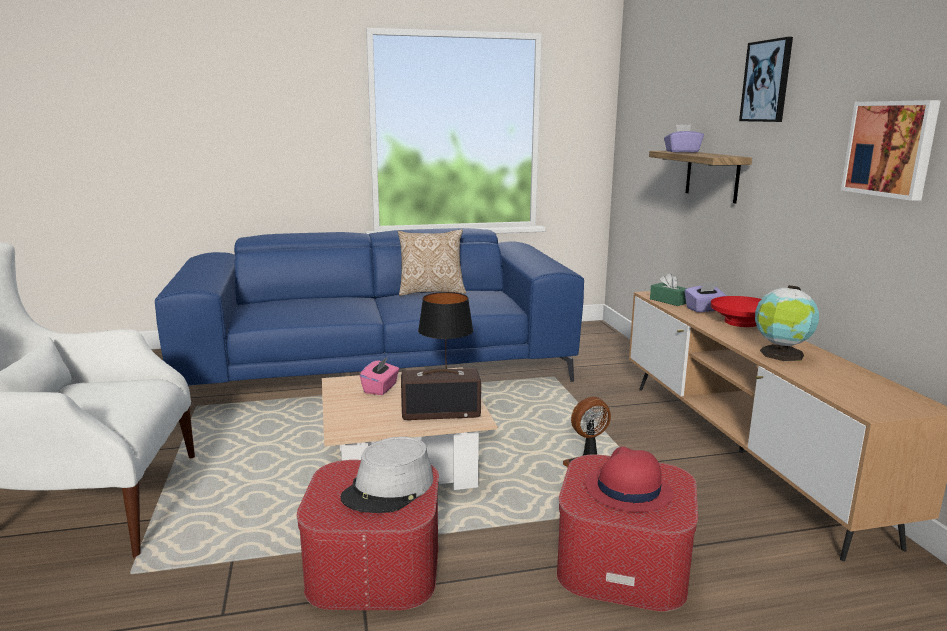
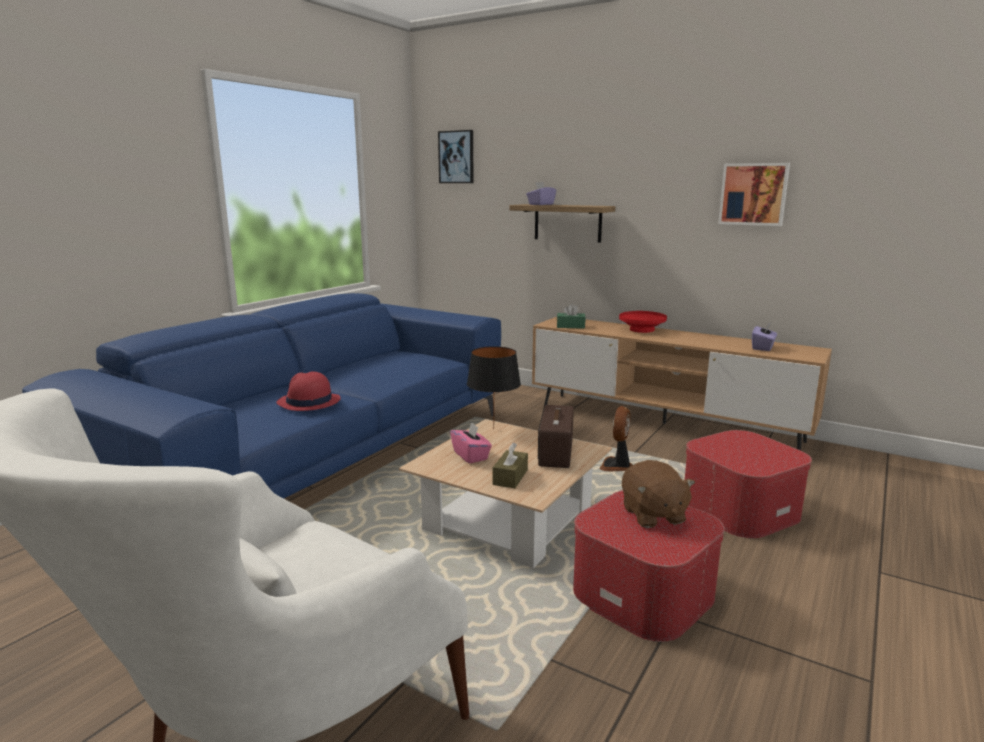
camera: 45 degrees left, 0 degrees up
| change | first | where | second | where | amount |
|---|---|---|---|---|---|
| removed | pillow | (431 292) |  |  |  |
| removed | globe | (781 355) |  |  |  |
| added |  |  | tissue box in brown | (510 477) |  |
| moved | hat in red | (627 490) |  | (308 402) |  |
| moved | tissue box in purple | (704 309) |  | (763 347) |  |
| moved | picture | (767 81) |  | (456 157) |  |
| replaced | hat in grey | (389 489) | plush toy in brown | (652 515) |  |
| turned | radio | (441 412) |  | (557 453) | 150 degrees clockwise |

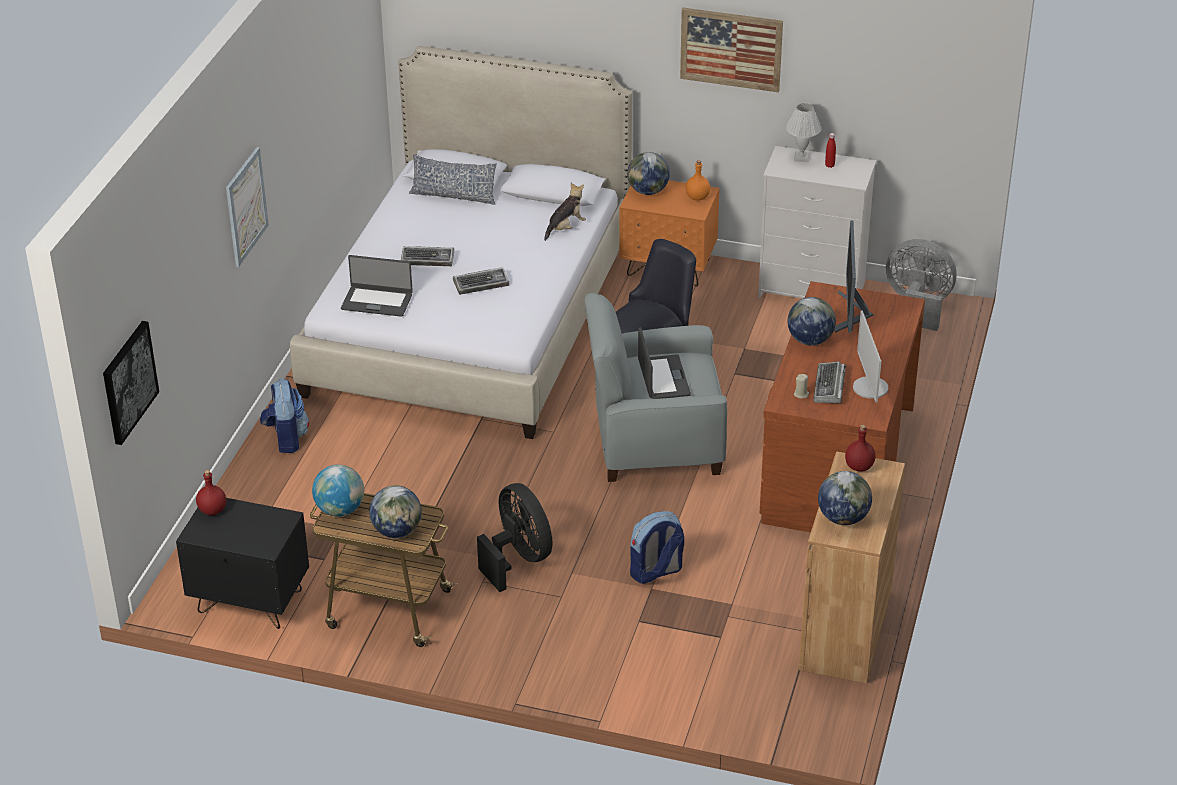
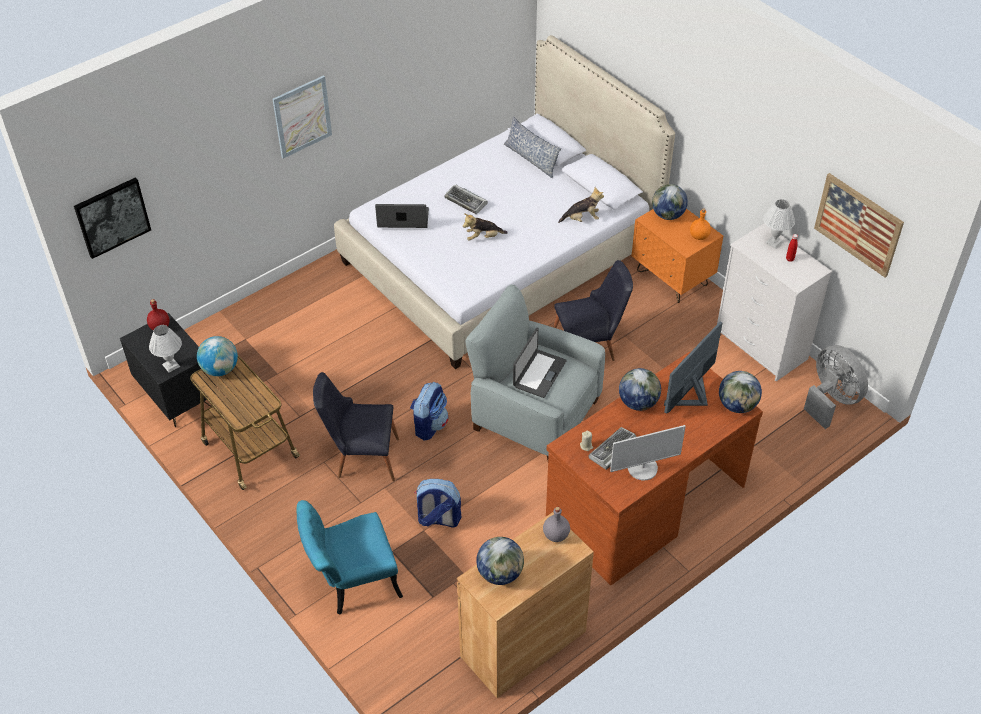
camera: 35 degrees right, 10 degrees up
| change | first | where | second | where | amount |
|---|---|---|---|---|---|
| added |  |  | table lamp in white | (171 365) |  |
| added |  |  | chair in turquoise | (351 582) |  |
| moved | backpack | (286 438) |  | (429 425) |  |
| moved | globe | (397 531) |  | (737 405) |  |
| moved | picture | (731 49) |  | (858 224) |  |
| replaced | keyboard | (481 284) | plush toy | (483 237) |  |
| replaced | fan in black | (518 559) | chair in black | (361 457) |  |
| recoloured | bottle in red | (859 467) | bottle in grey | (555 535) |  |
| turned | laptop | (377 301) |  | (403 219) | 135 degrees clockwise |
| turned | monitor | (870 388) |  | (642 468) | 135 degrees counterclockwise |

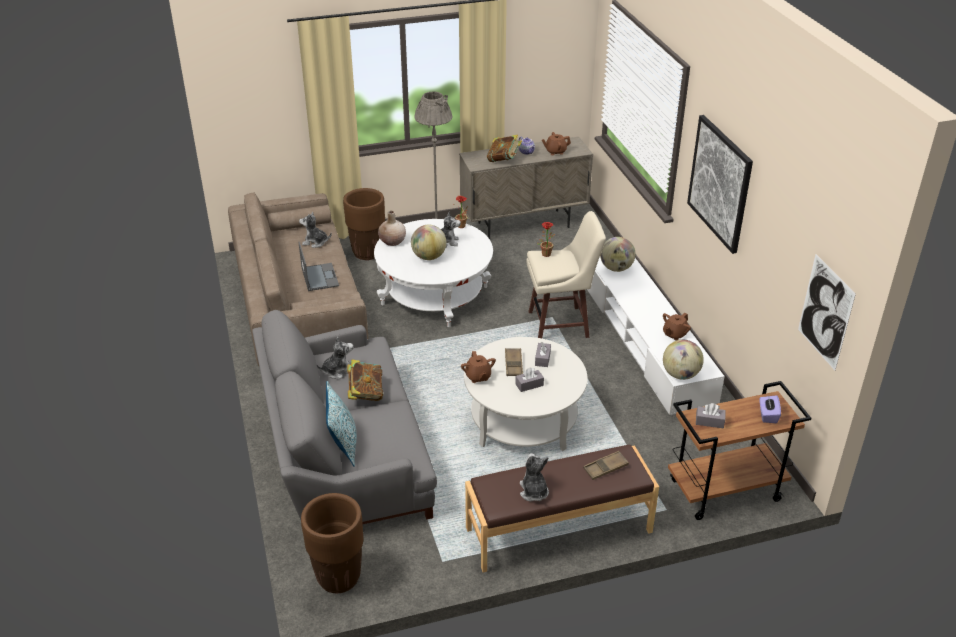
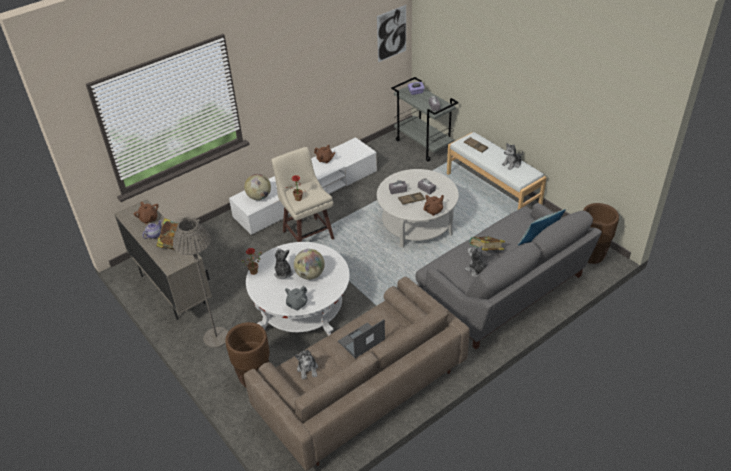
camera: 110 degrees left, 5 degrees up
| change | first | where | second | where | amount |
|---|---|---|---|---|---|
| removed | globe | (680 374) |  |  |  |
| removed | picture | (720 183) |  |  |  |
| replaced | vase in beige | (392 241) | teapot in grey | (297 304) |  |
| recoloured | bench in brown | (559 531) | bench in white | (493 189) |  |
| recoloured | cart in brown | (724 491) | cart in grey | (424 145) |  |

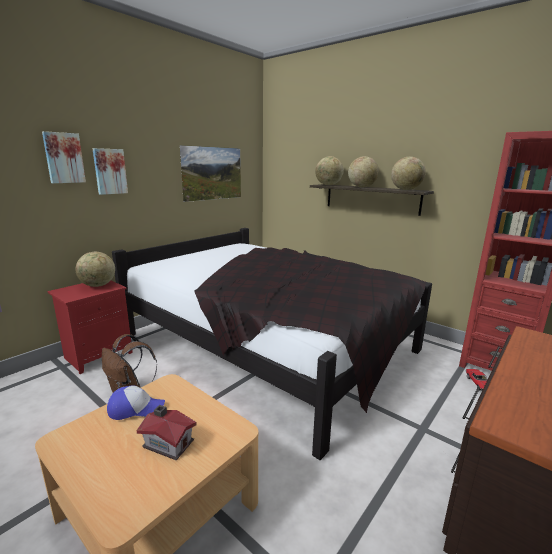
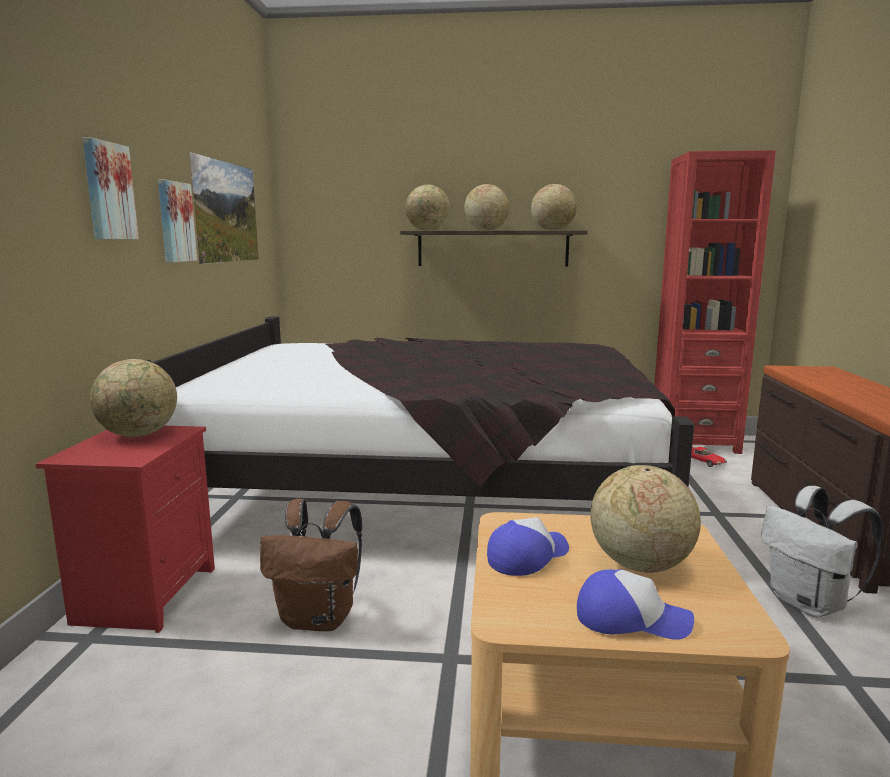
camera: 35 degrees left, 5 degrees down
| change | first | where | second | where | amount |
|---|---|---|---|---|---|
| added |  |  | cap | (631 619) |  |
| added |  |  | backpack in white | (810 604) |  |
| moved | picture | (64 158) |  | (174 222) |  |
| replaced | toy house | (168 442) | globe | (639 565) |  |

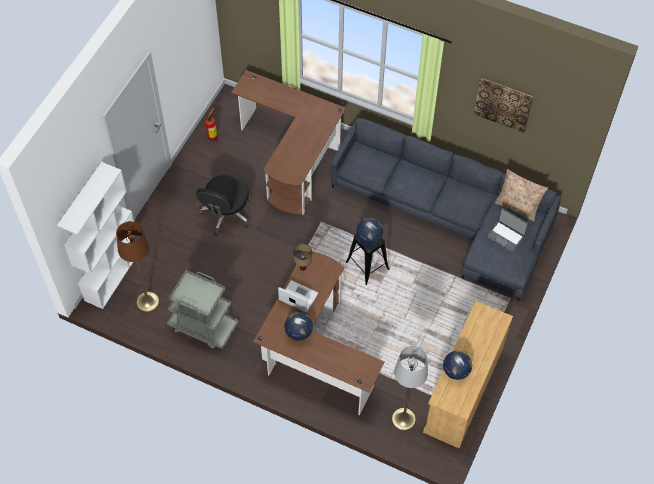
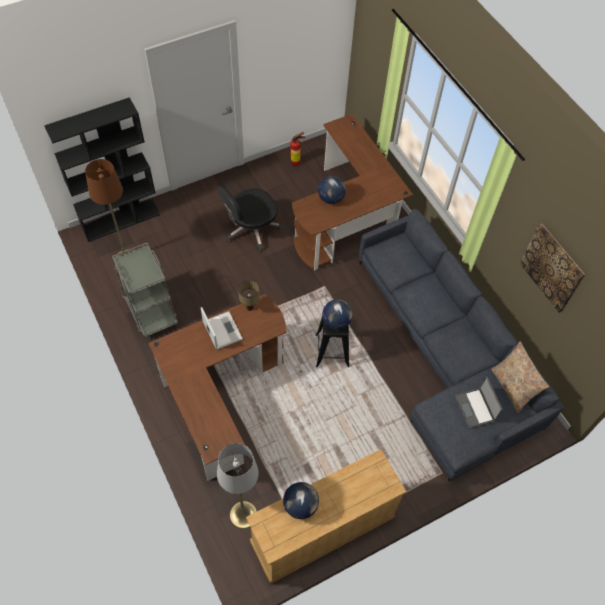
camera: 35 degrees right, 0 degrees up
| change | first | where | second | where | amount |
|---|---|---|---|---|---|
| moved | globe | (298 332) |  | (331 198) |  |
| recoloured | bookcase in white | (113 274) | bookcase in black | (121 220) |  |

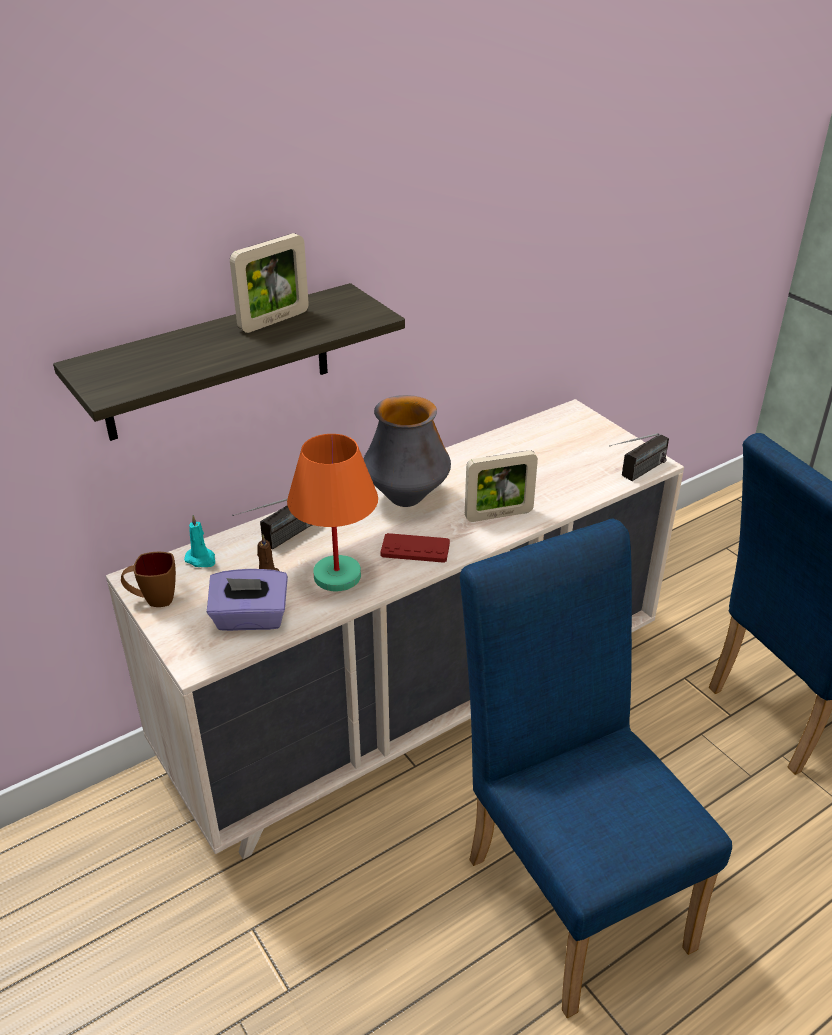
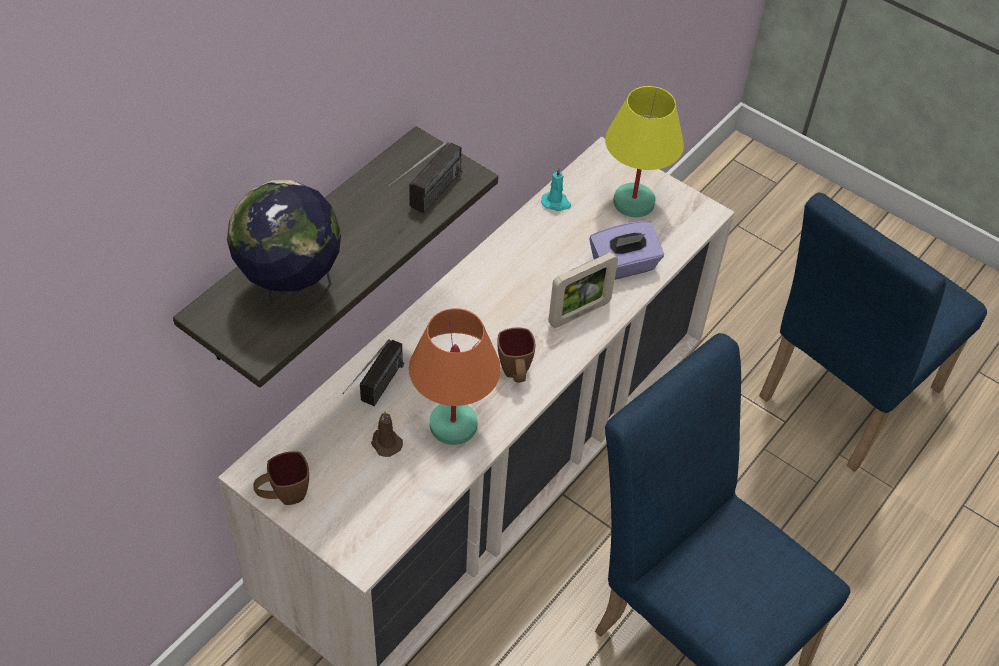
camera: 20 degrees left, 15 degrees up
| change | first | where | second | where | amount |
|---|---|---|---|---|---|
| removed | picture frame | (274 321) |  |  |  |
| removed | vase | (406 498) |  |  |  |
| added |  |  | globe | (291 292) |  |
| added |  |  | table lamp in yellow | (634 202) |  |
| moved | candle in turquoise | (201 559) |  | (556 203) |  |
| moved | tissue box in purple | (250 619) |  | (623 265) |  |
| moved | radio | (635 474) |  | (427 201) |  |
| replaced | game controller in red | (415 549) | mug in brown | (515 374) |  |

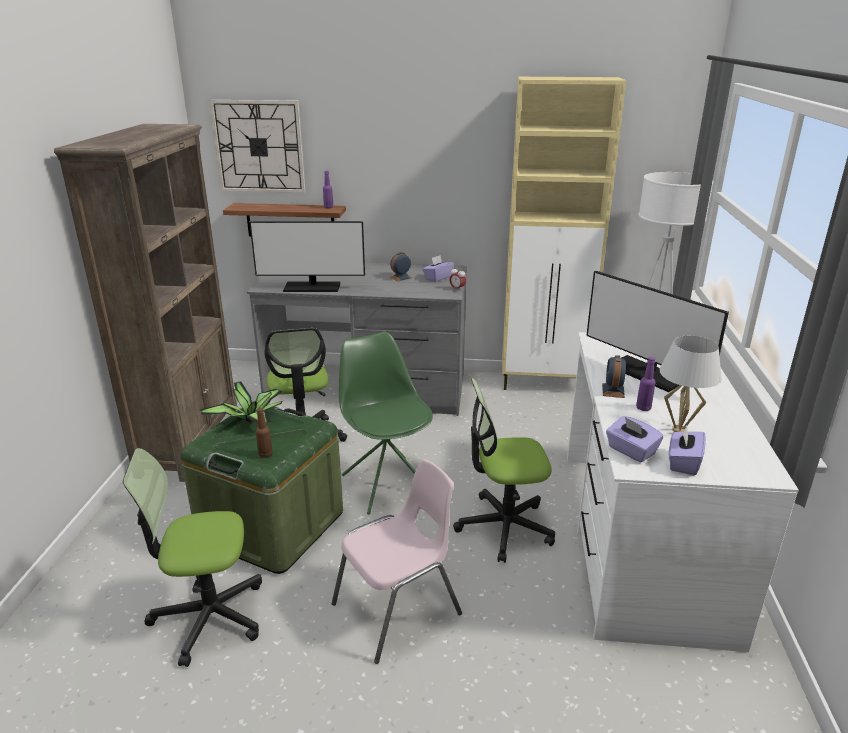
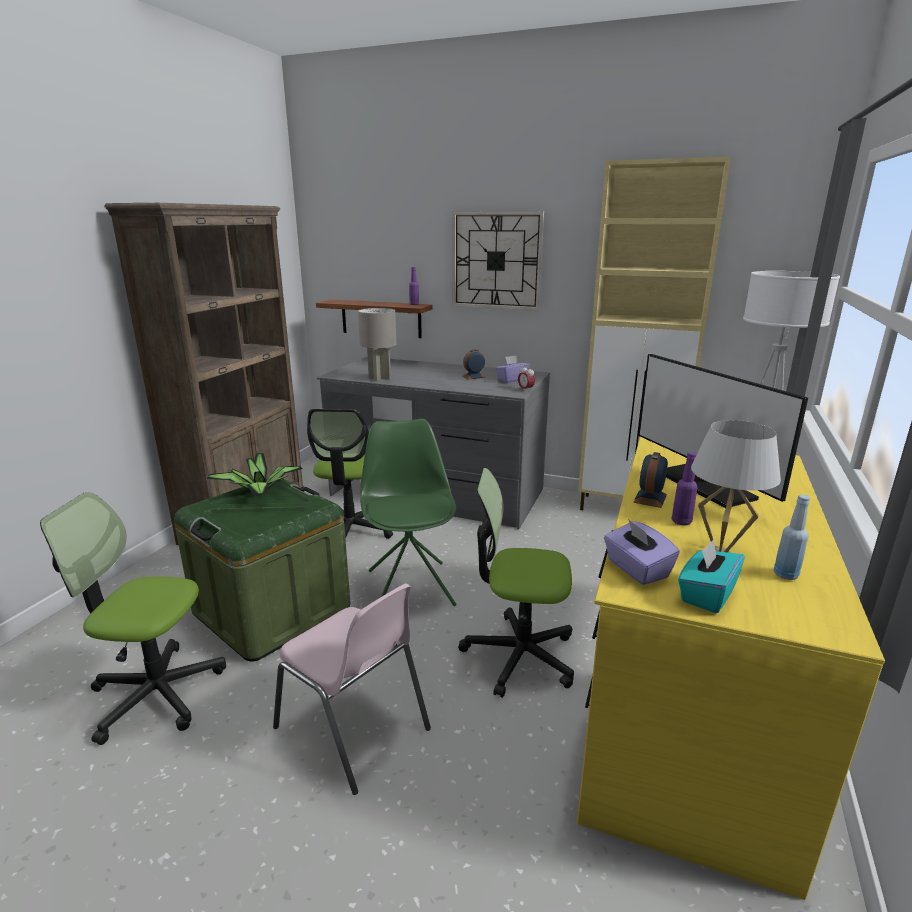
camera: 15 degrees right, 5 degrees down
| change | first | where | second | where | amount |
|---|---|---|---|---|---|
| removed | bottle in brown | (265 454) |  |  |  |
| added |  |  | bottle in blue | (785 575) |  |
| moved | wall clock | (259 146) |  | (496 260) |  |
| replaced | monitor | (312 287) | table lamp in grey | (380 378) |  |
| recoloured | desk in white | (640 539) | desk in yellow | (686 701) |  |
| recoloured | tissue box in purple | (683 463) | tissue box in turquoise | (706 594) |  |
| turned | chair in pink | (399 609) |  | (354 729) | 60 degrees clockwise |

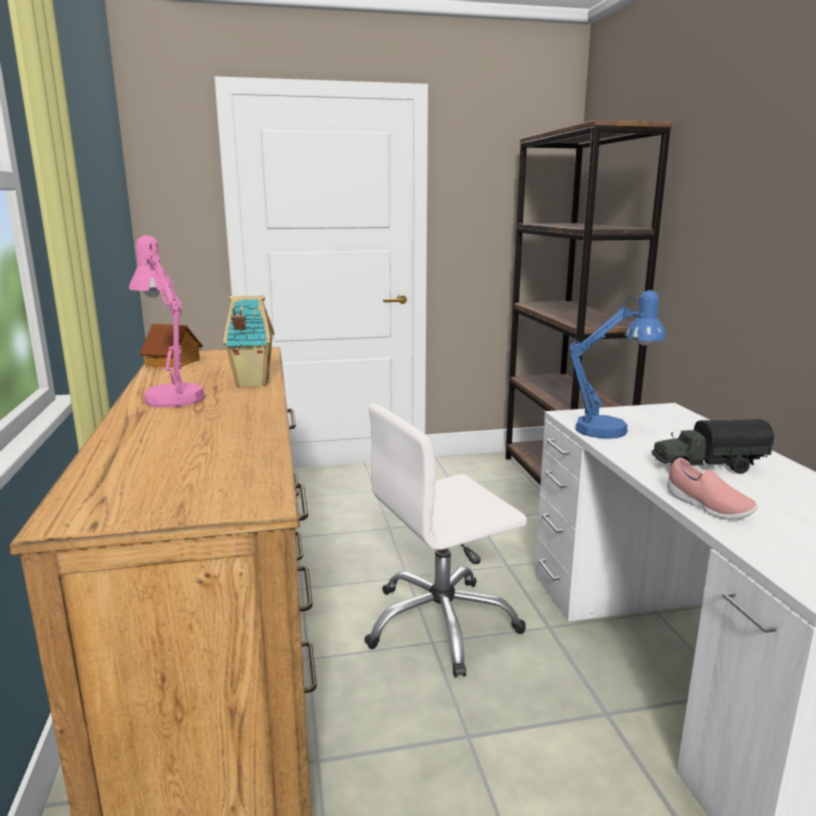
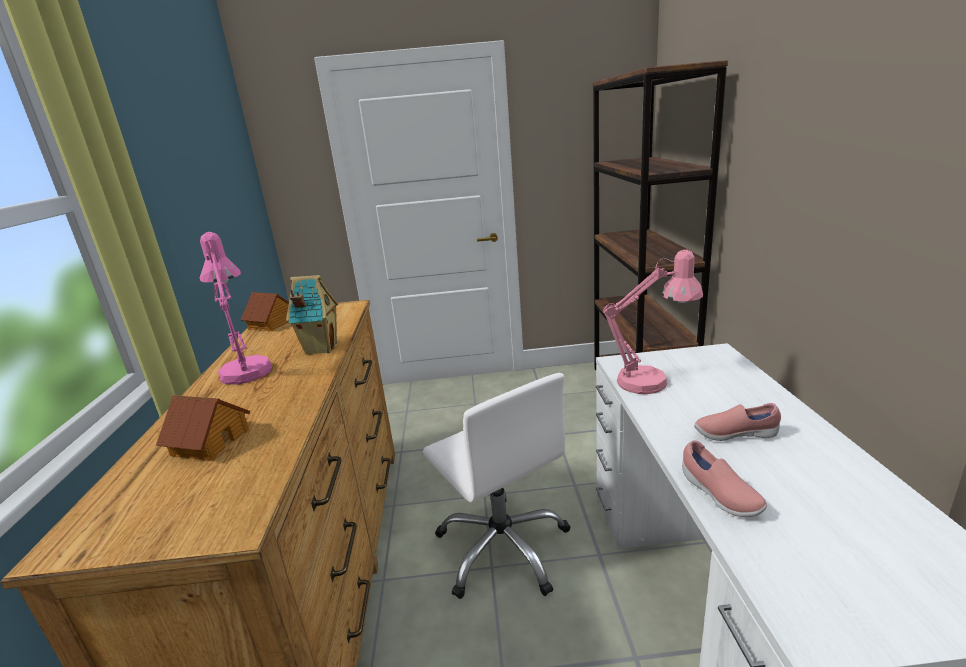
camera: 10 degrees right, 5 degrees up
| change | first | where | second | where | amount |
|---|---|---|---|---|---|
| added |  |  | toy house | (210 442) |  |
| replaced | toy truck | (706 467) | shoe in pink | (734 434) |  |
| recoloured | table lamp in blue | (611 429) | table lamp in pink | (652 381) |  |
| turned | office chair in white | (441 624) |  | (503 547) | 105 degrees counterclockwise |

